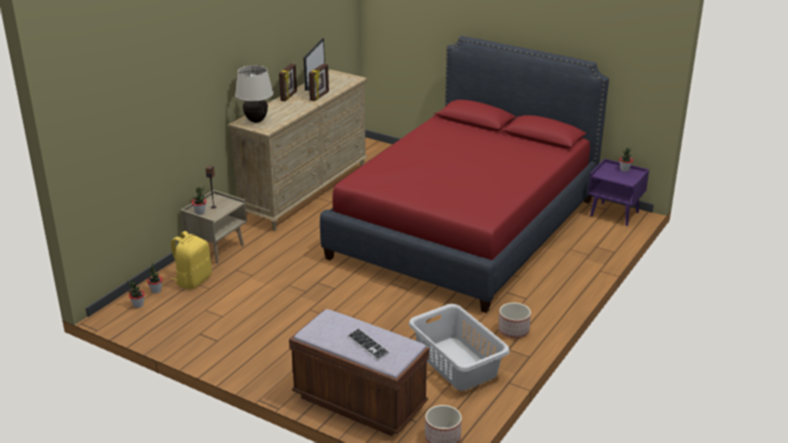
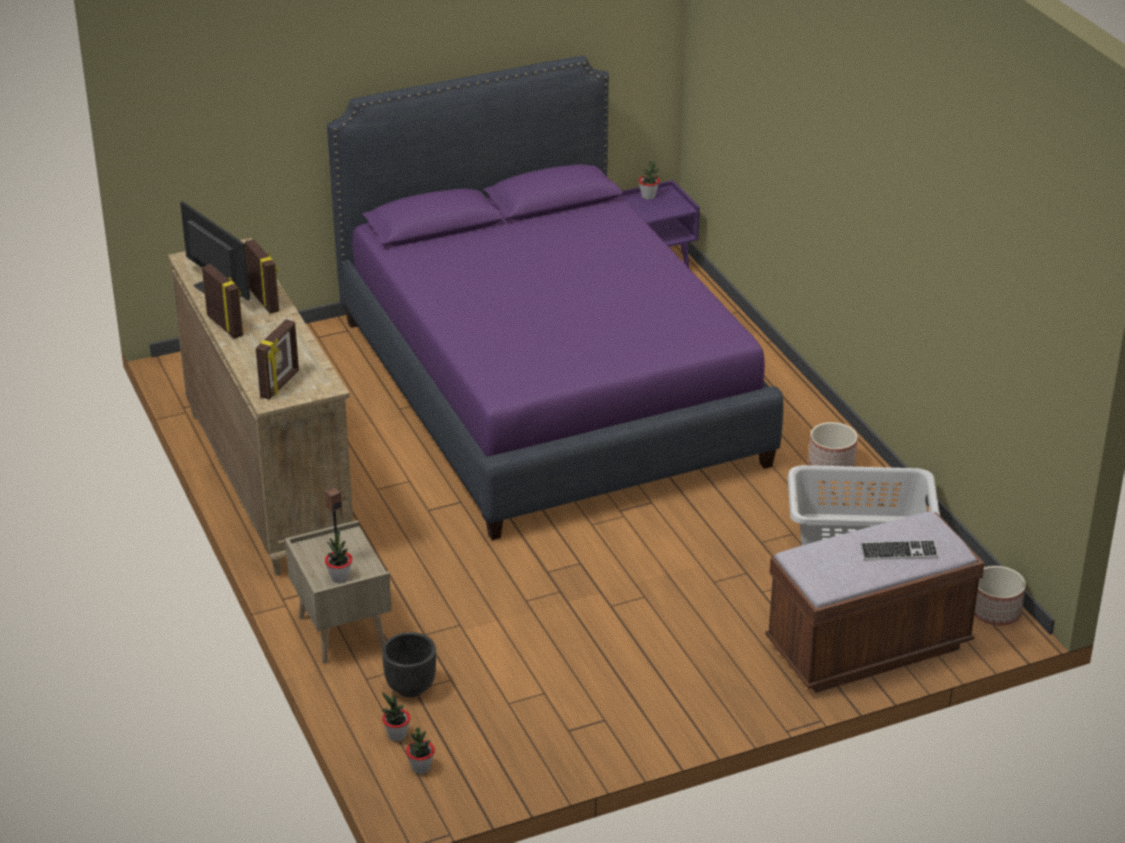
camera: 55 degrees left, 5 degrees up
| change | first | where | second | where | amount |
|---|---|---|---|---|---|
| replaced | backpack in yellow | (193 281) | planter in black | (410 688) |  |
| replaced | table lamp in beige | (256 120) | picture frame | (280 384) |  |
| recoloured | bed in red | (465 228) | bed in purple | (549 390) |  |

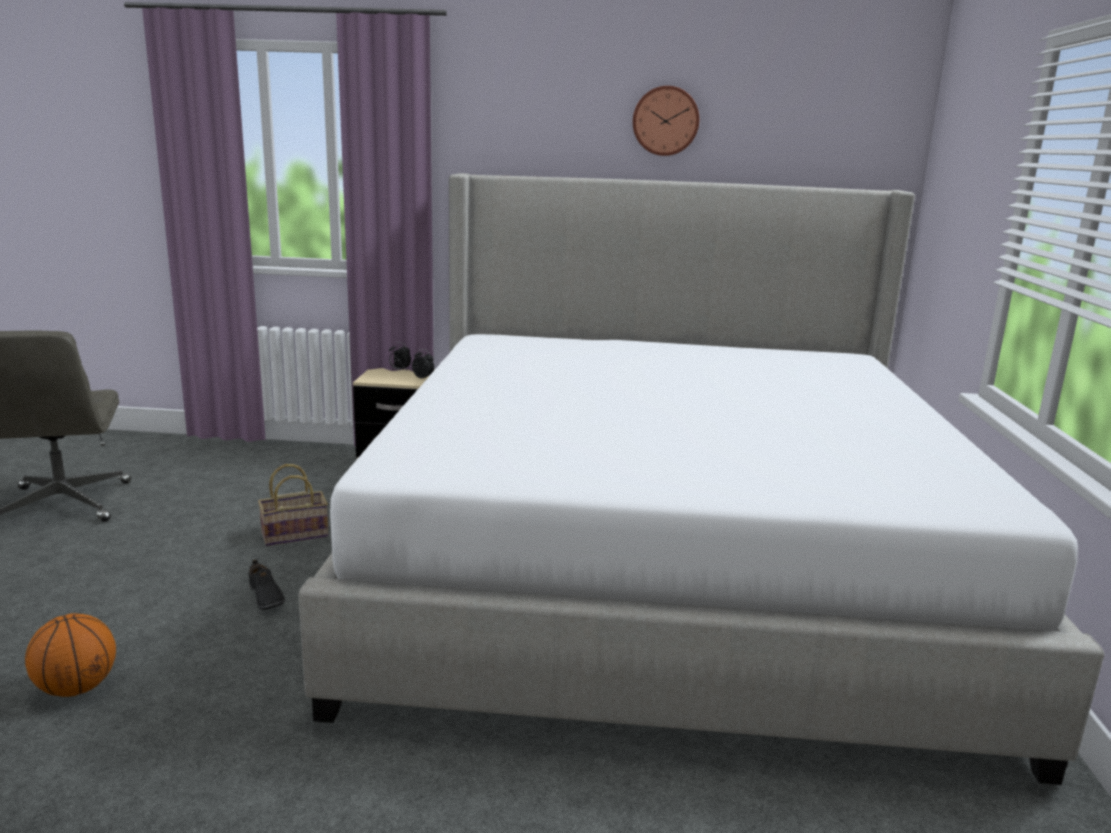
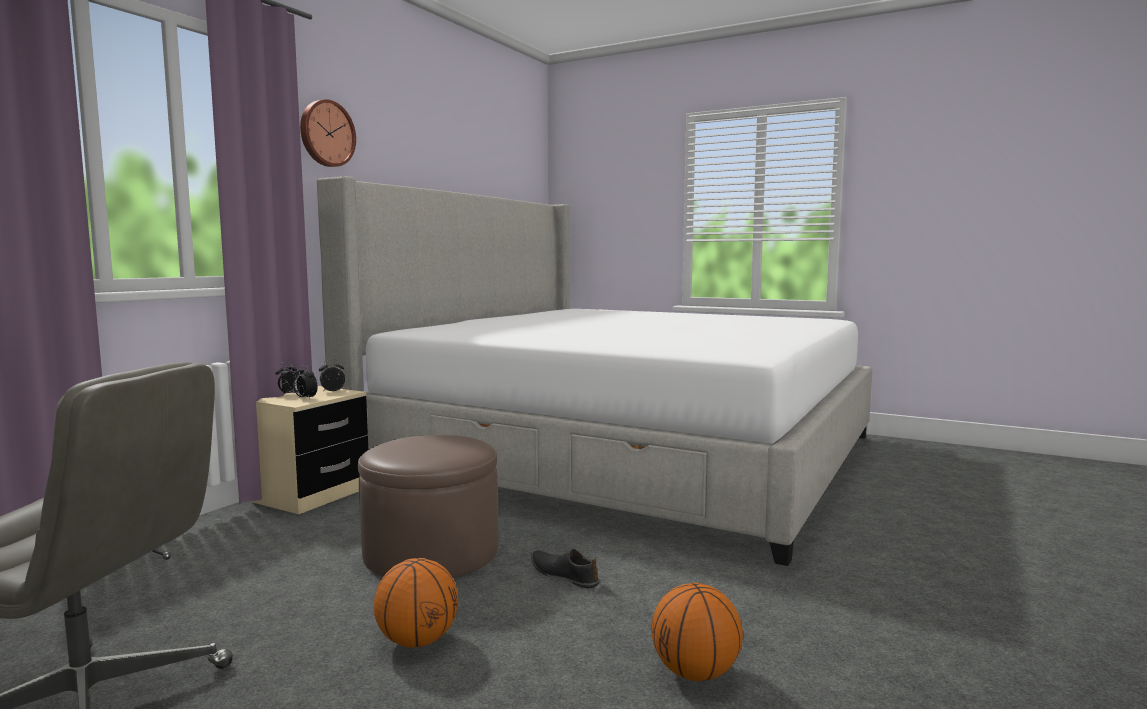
camera: 65 degrees left, 10 degrees down
| change | first | where | second | where | amount |
|---|---|---|---|---|---|
| added |  |  | alarm clock | (305 398) |  |
| added |  |  | basketball | (417 641) |  |
| moved | wall clock | (665 121) |  | (326 134) |  |
| replaced | basket | (296 534) | ottoman in brown | (431 553) |  |
| turned | shoe in black | (265 597) |  | (563 575) | 135 degrees counterclockwise |

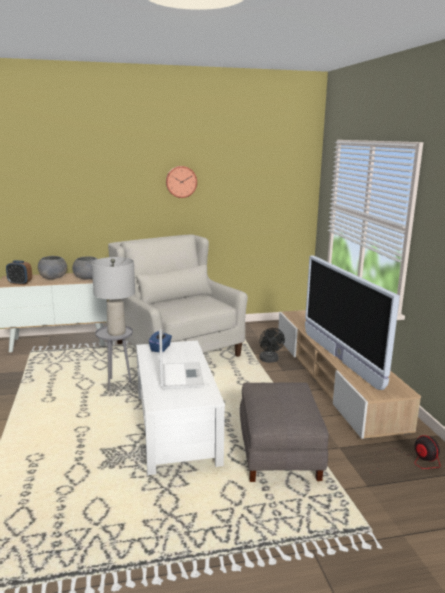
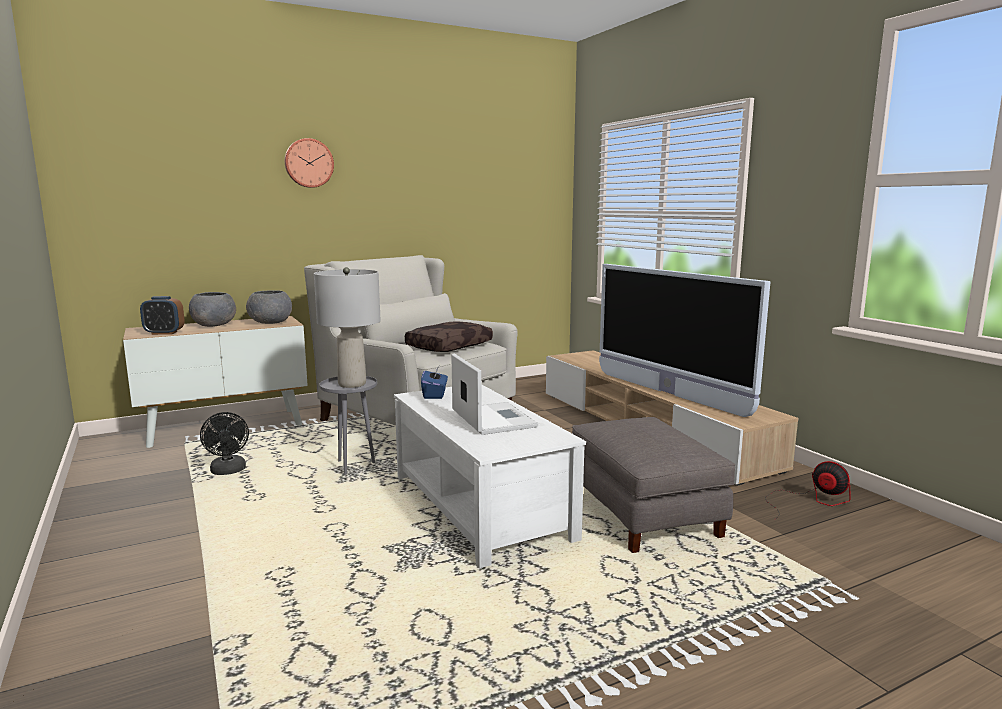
camera: 15 degrees left, 5 degrees down
| change | first | where | second | where | amount |
|---|---|---|---|---|---|
| added |  |  | pillow in brown | (449 346) |  |
| moved | wall clock | (181 181) |  | (309 163) |  |
| moved | fan in black | (269 360) |  | (228 471) |  |

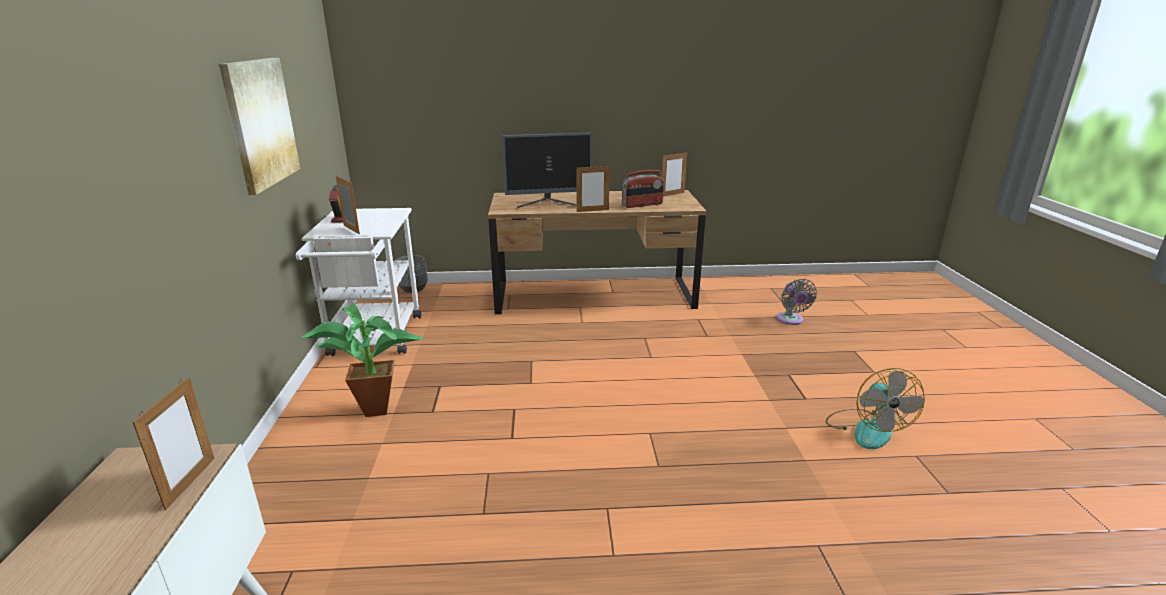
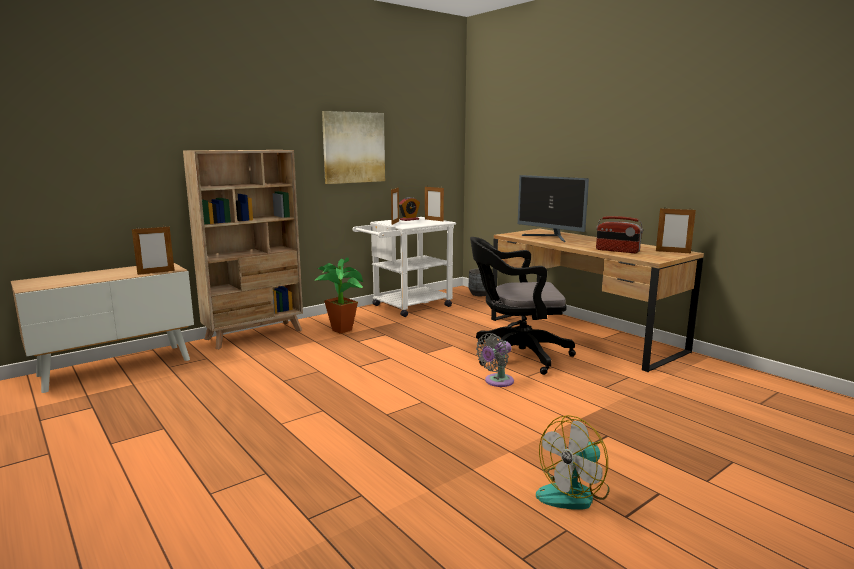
camera: 55 degrees right, 10 degrees down
| change | first | where | second | where | amount |
|---|---|---|---|---|---|
| added |  |  | bookcase in beige | (255 335) |  |
| added |  |  | office chair in black | (515 355) |  |
| moved | picture frame | (592 210) |  | (434 220) |  |
| moved | fan in grey | (790 320) |  | (497 382) |  |

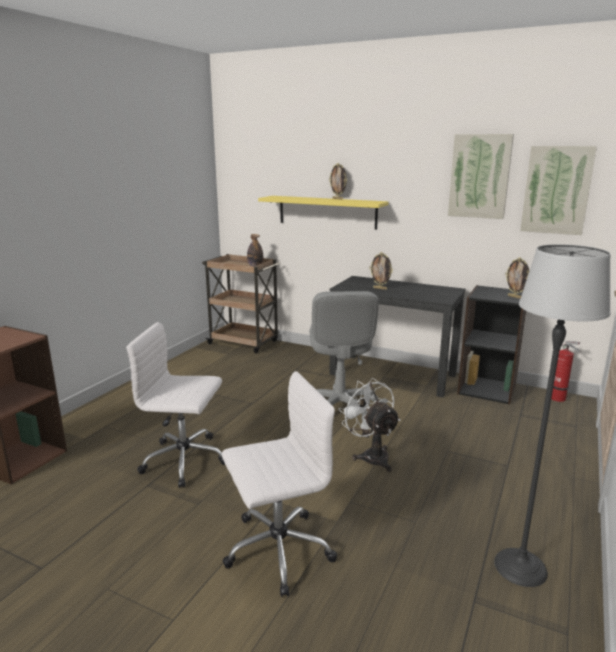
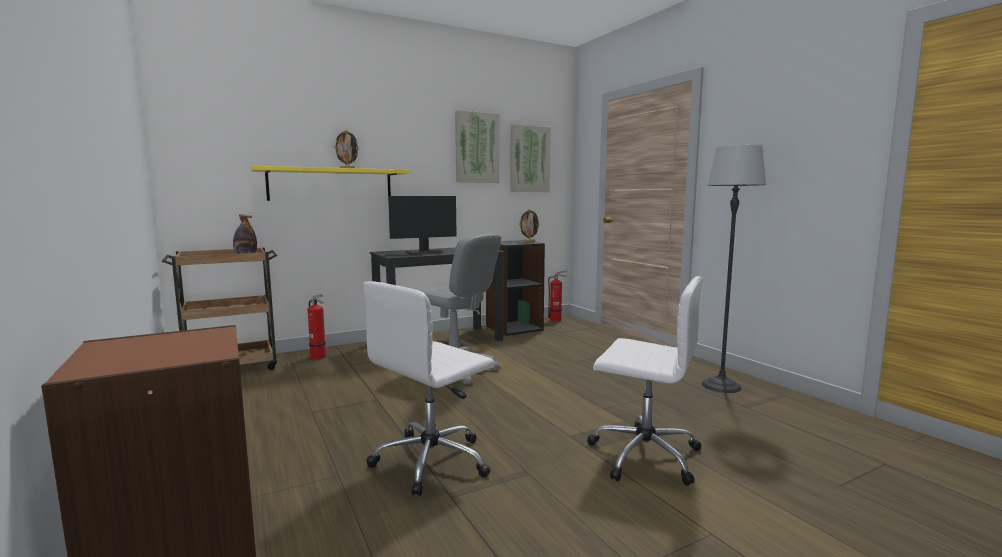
camera: 55 degrees left, 10 degrees down
| change | first | where | second | where | amount |
|---|---|---|---|---|---|
| removed | fan in white | (371 455) |  |  |  |
| added |  |  | fire extinguisher | (319 357) |  |
| replaced | picture frame | (380 288) | monitor | (426 253) |  |
| turned | office chair in white | (276 550) |  | (642 454) | 105 degrees clockwise |

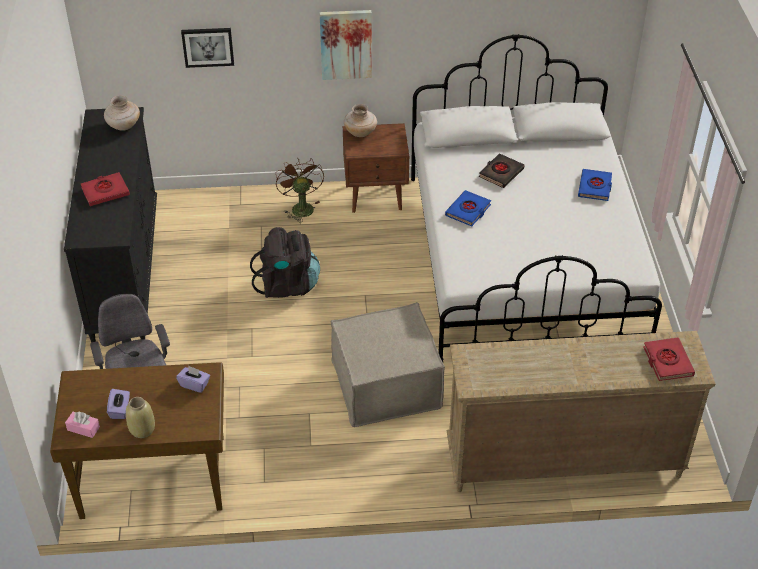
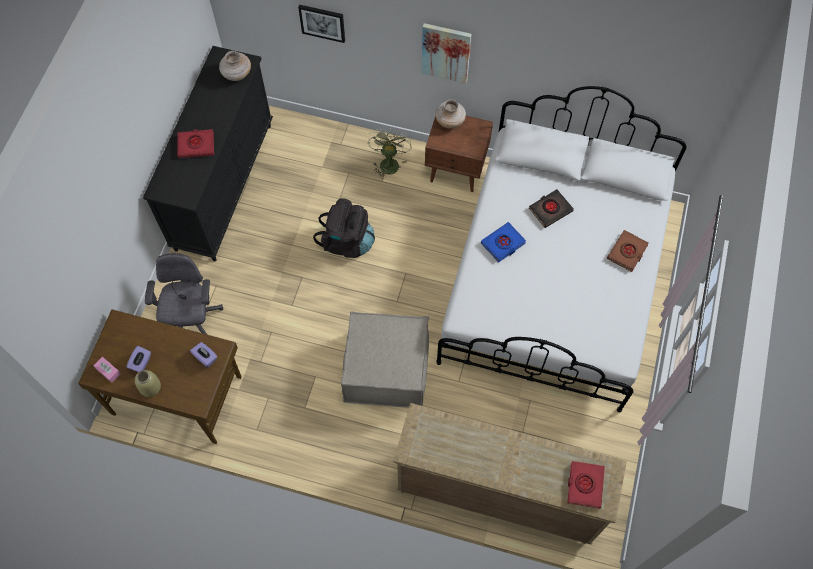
camera: 20 degrees right, 20 degrees up
| change | first | where | second | where | amount |
|---|---|---|---|---|---|
| recoloured | fan in brown | (300 207) | fan in green | (389 162) |  |
| recoloured | book in blue | (595 187) | book in brown | (627 252) |  |

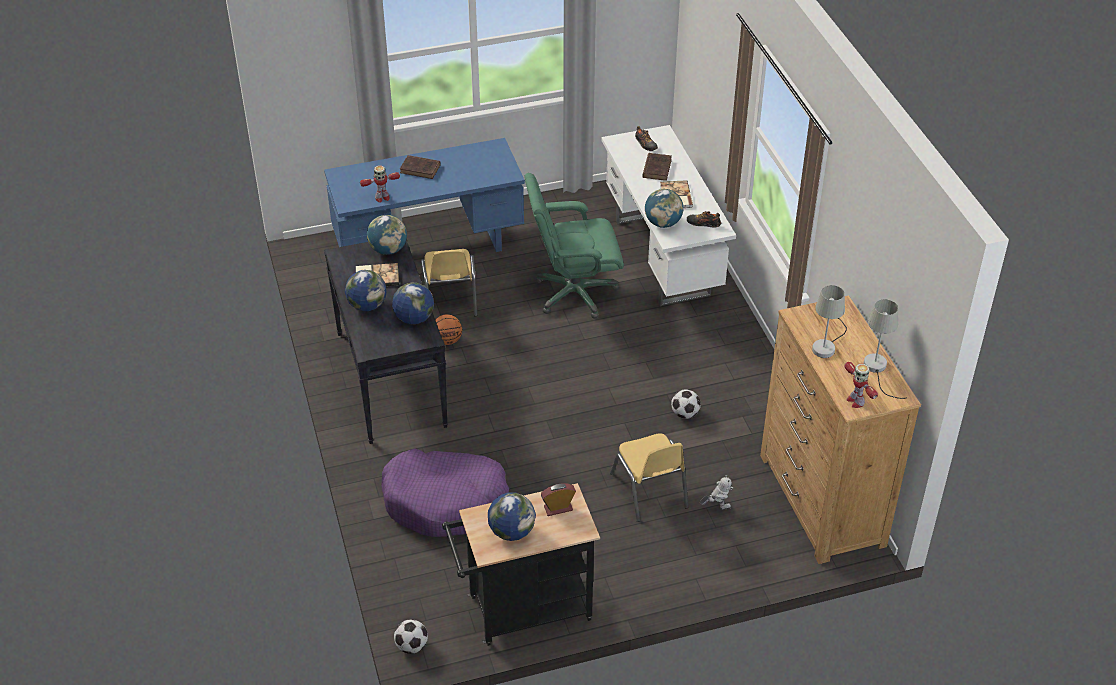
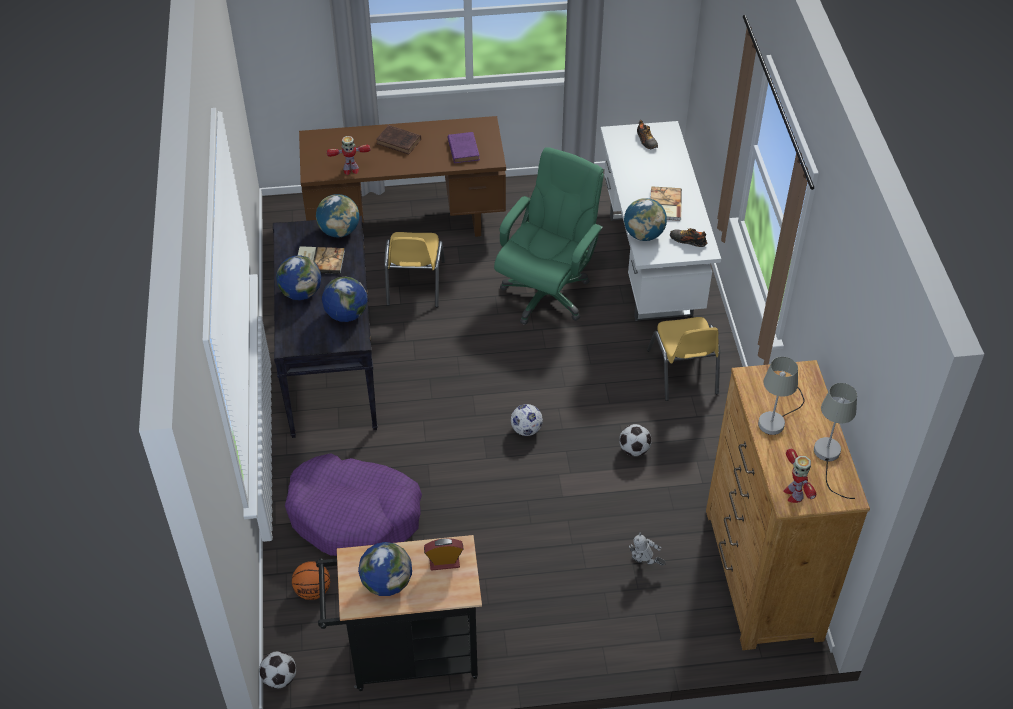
camera: 10 degrees right, 5 degrees up
| change | first | where | second | where | amount |
|---|---|---|---|---|---|
| removed | book in brown | (657 168) |  |  |  |
| added |  |  | book in purple | (463 149) |  |
| added |  |  | football | (526 430) |  |
| moved | basketball | (447 340) |  | (313 591) |  |
| moved | chair in yellow | (649 490) |  | (683 372) |  |
| recoloured | desk in blue | (429 247) | desk in brown | (407 223) |  |
| turned | office chair in green | (574 293) |  | (546 294) | 120 degrees clockwise |
| turned | toy robot | (716 507) |  | (644 565) | 150 degrees counterclockwise |

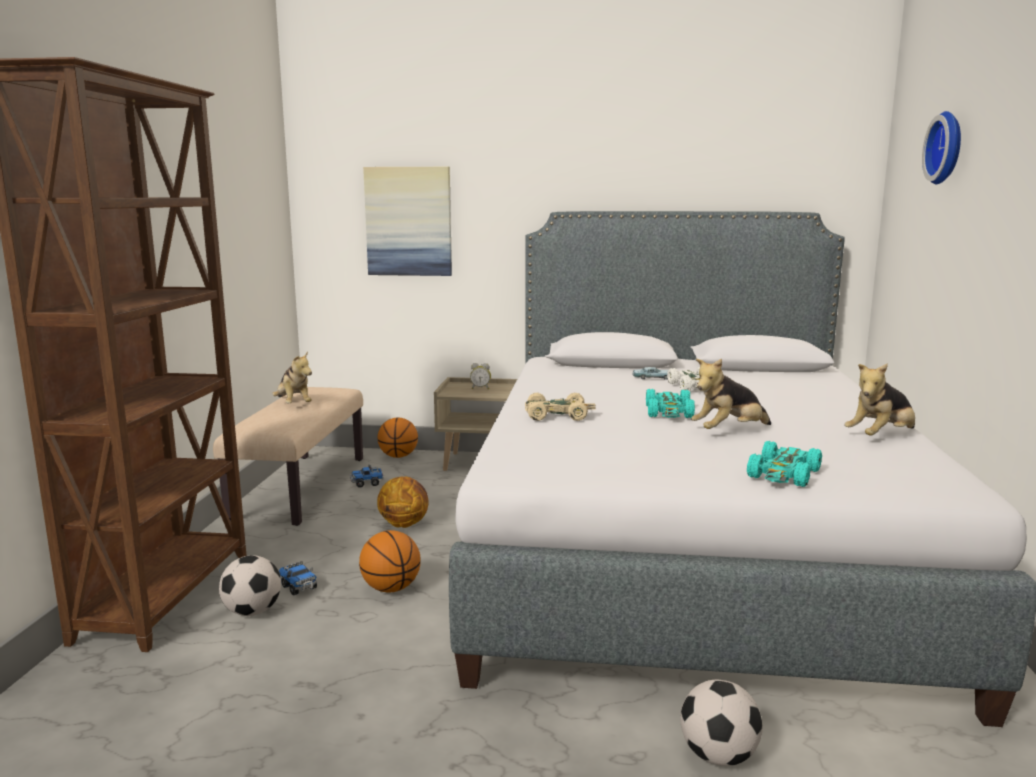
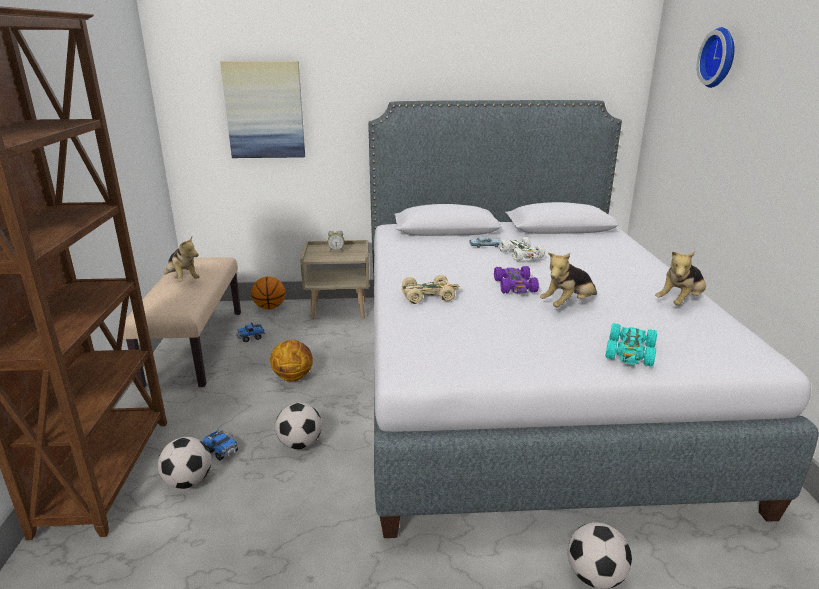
camera: 10 degrees left, 10 degrees up
| change | first | where | second | where | amount |
|---|---|---|---|---|---|
| replaced | basketball | (391 588) | football | (300 444) |  |
| recoloured | toy car in turquoise | (669 412) | toy car in purple | (515 286) |  |

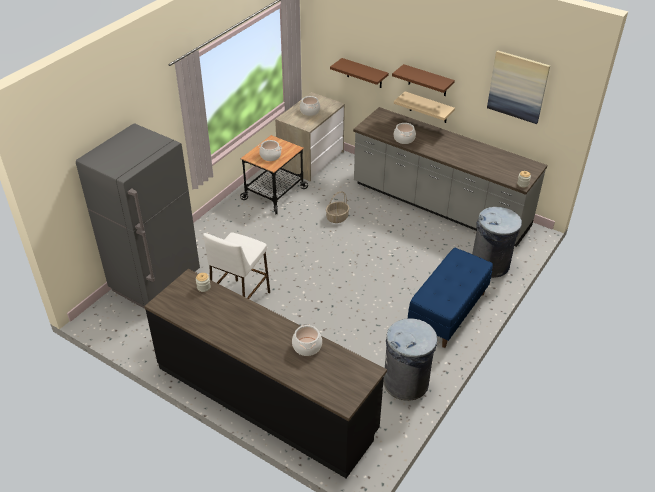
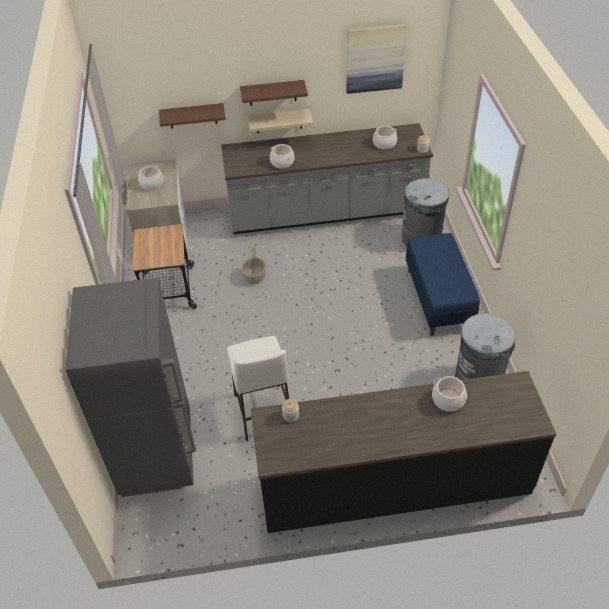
camera: 40 degrees left, 5 degrees up
| change | first | where | second | where | amount |
|---|---|---|---|---|---|
| moved | cooking pot | (270 156) |  | (384 143) |  |

